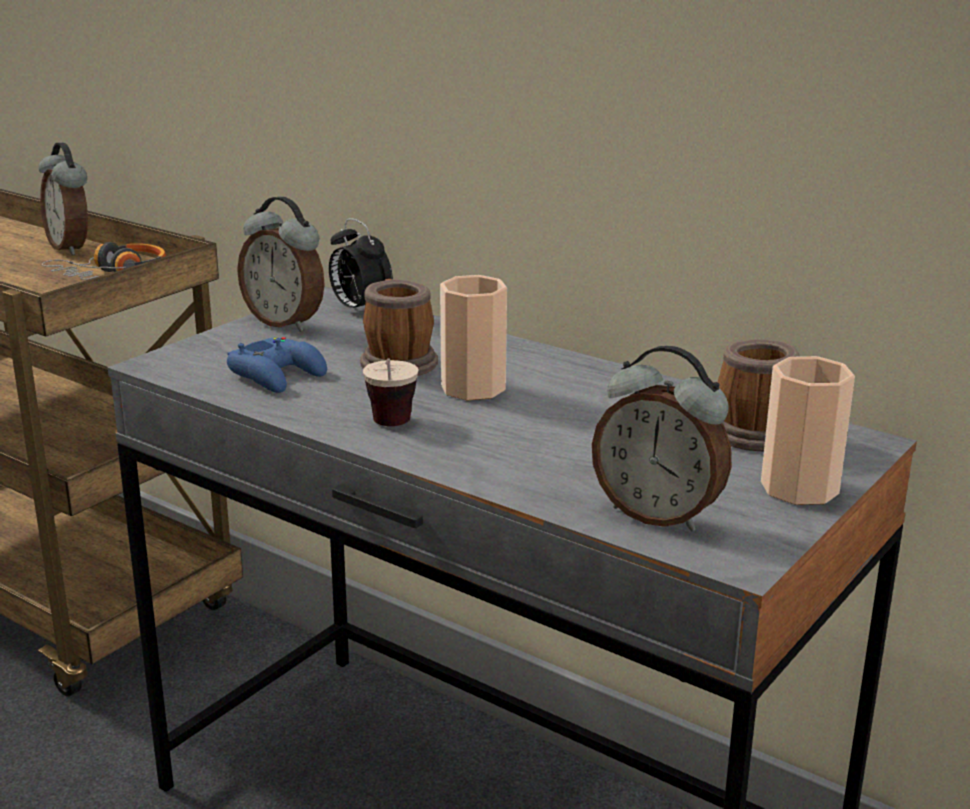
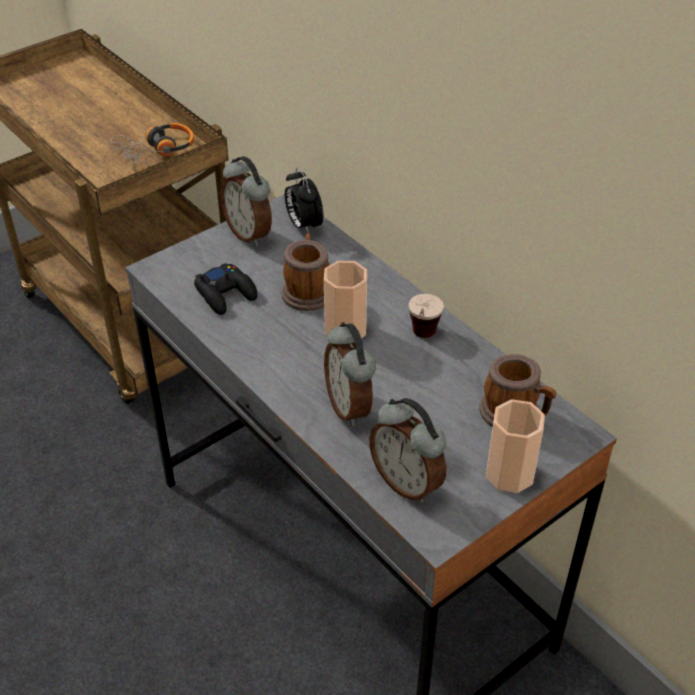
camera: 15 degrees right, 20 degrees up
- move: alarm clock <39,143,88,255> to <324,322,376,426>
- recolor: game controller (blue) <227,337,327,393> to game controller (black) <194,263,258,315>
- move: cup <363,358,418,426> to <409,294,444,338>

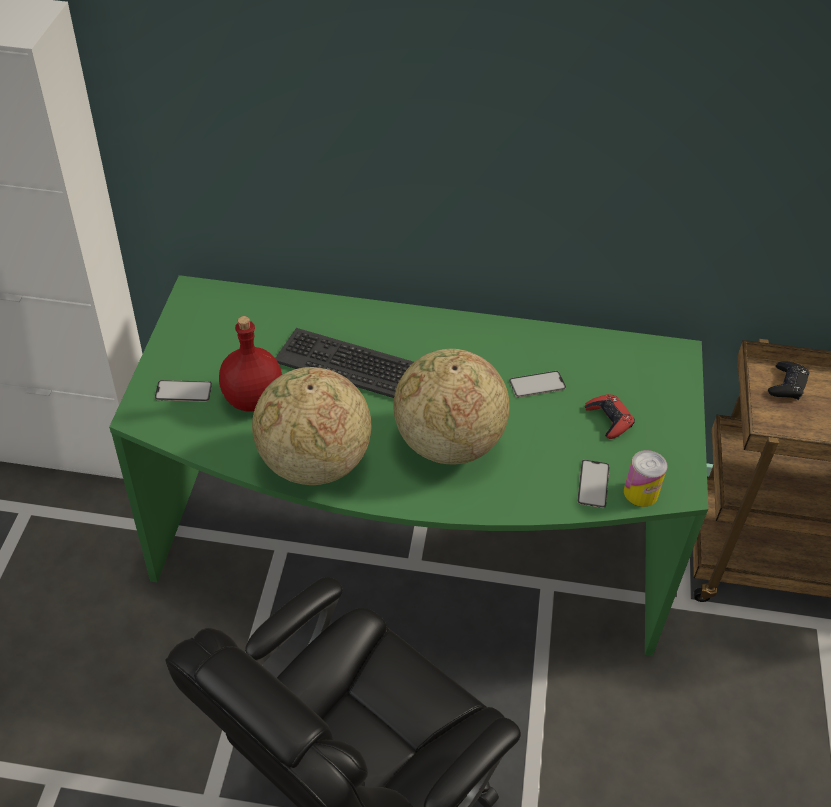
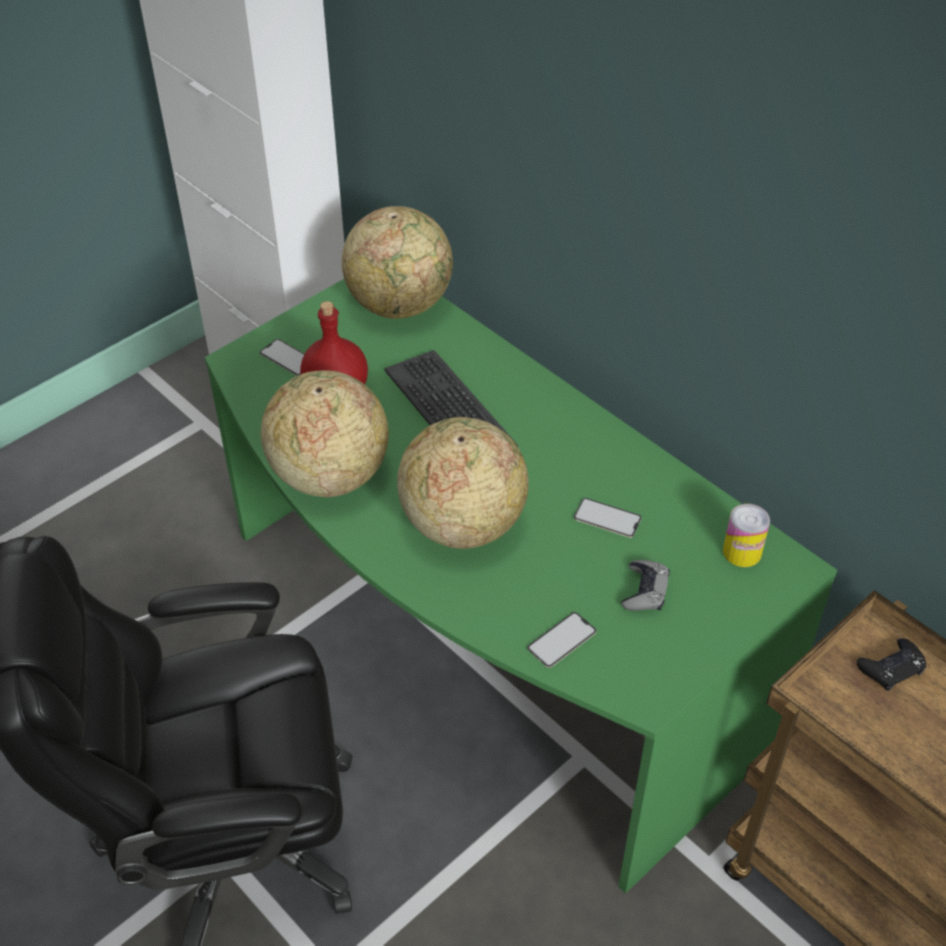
camera: 40 degrees right, 0 degrees up
- recolor: game controller (red) <585,394,635,439> to game controller (grey) <621,560,670,611>
- move: can <624,450,667,507> to <723,504,770,567>
- insert: globe <342,206,453,319>

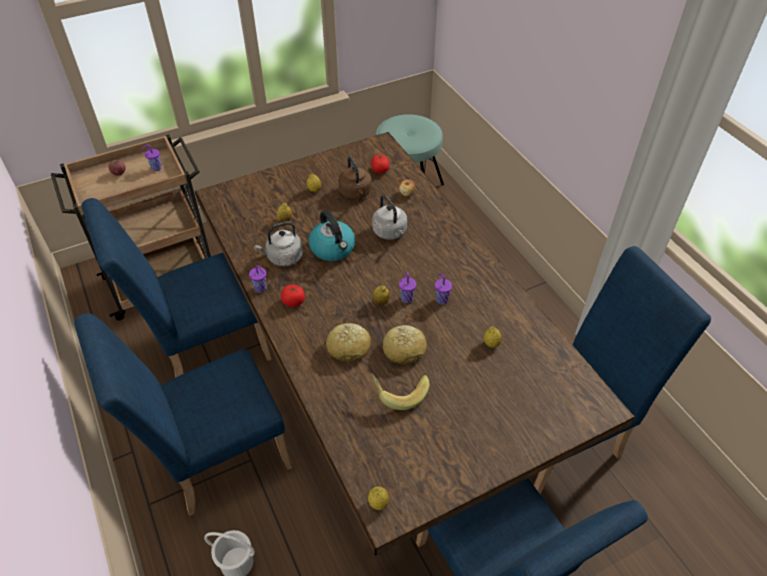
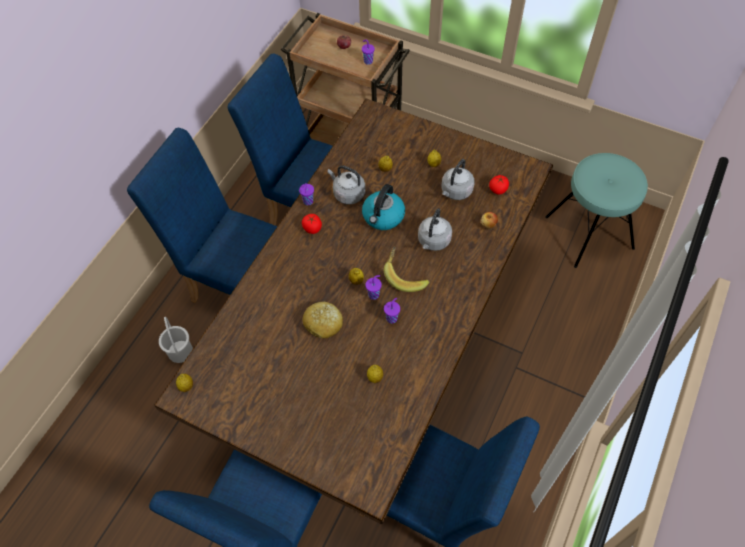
camera: 55 degrees right, 10 degrees up
- delete: bread <326,323,371,362>
- recolor: kettle (brown) <338,156,372,199> to kettle (grey) <441,159,475,200>
- move: banana <370,373,430,410> to <384,247,429,292>

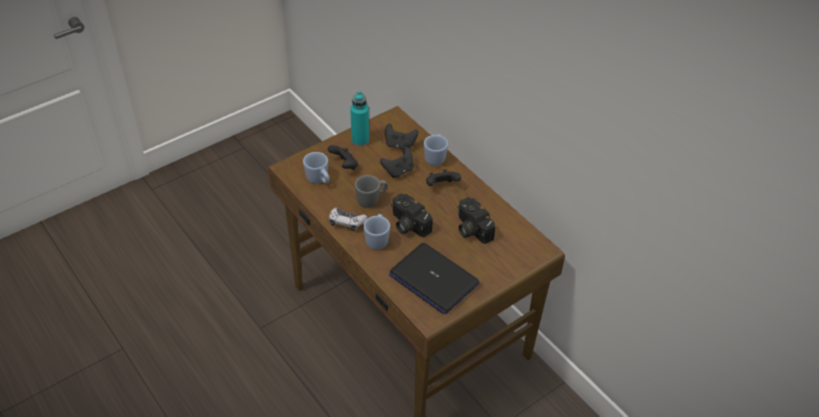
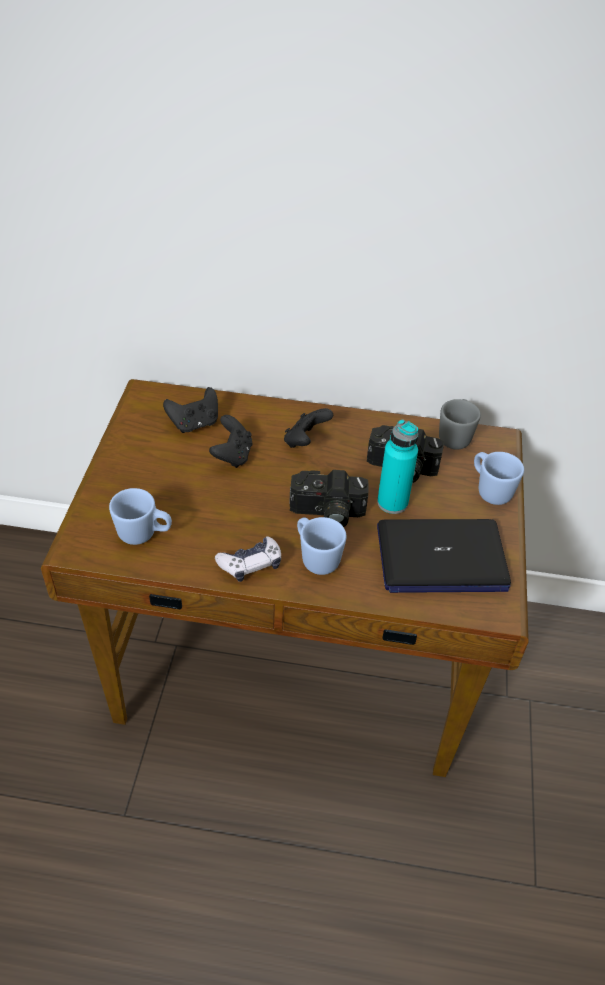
camera: 45 degrees left, 0 degrees up
- delete: game controller (black) <327,145,358,170>
- move: bottle (turquoise) <350,91,369,146> to <377,419,418,514>
- move: mug (grey) <355,175,388,208> to <439,399,481,449>
- move: mug (blue) <424,134,448,166> to <474,452,524,505>

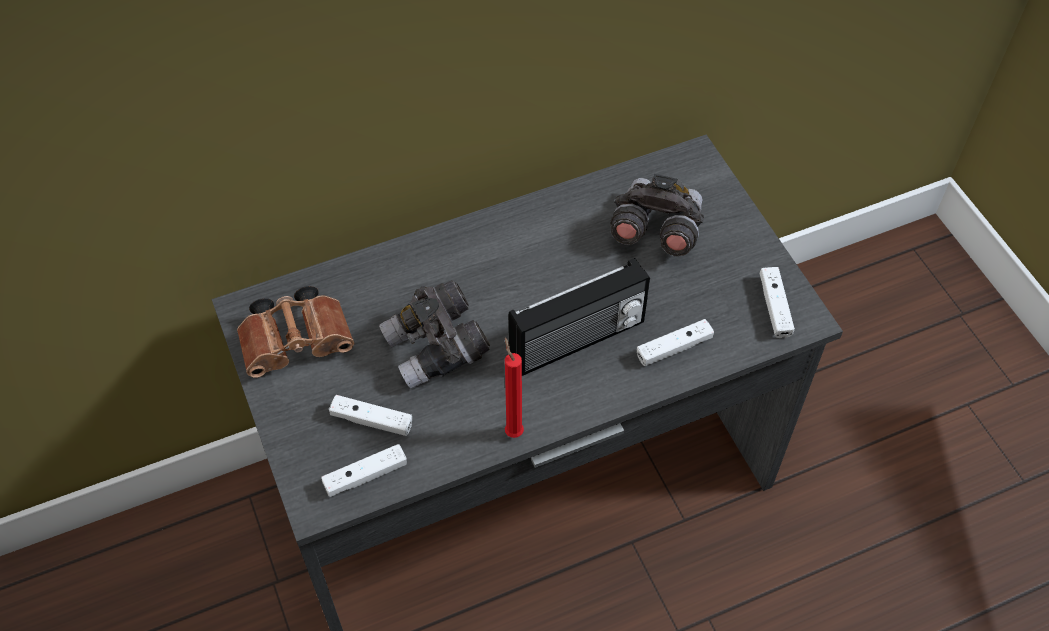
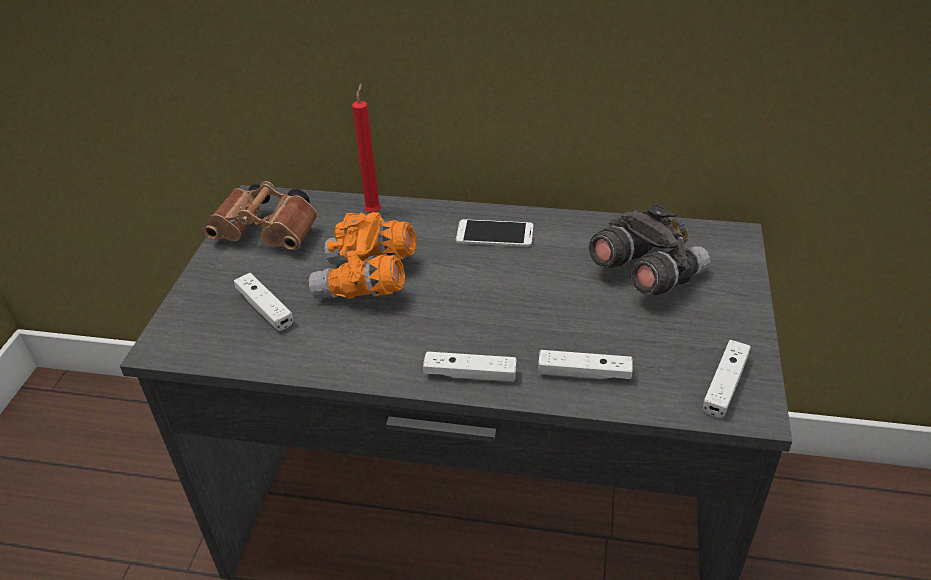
camera: 35 degrees right, 15 degrees down
- move: game controller (white) <321,444,407,497> to <423,352,517,382>
- recolor: binoculars (grey) <379,280,490,389> to binoculars (orange) <309,212,416,299>
- move: candle (red) <505,337,524,438> to <352,83,381,213>
- delete: radio <509,258,650,376>
- insert: phone <456,219,534,247>

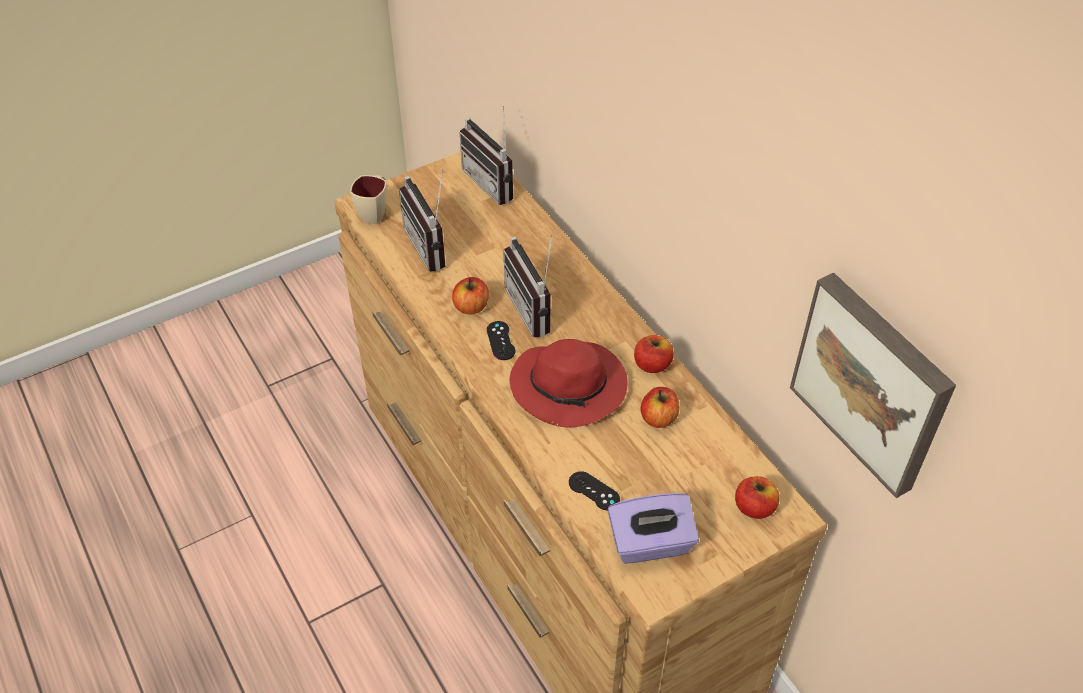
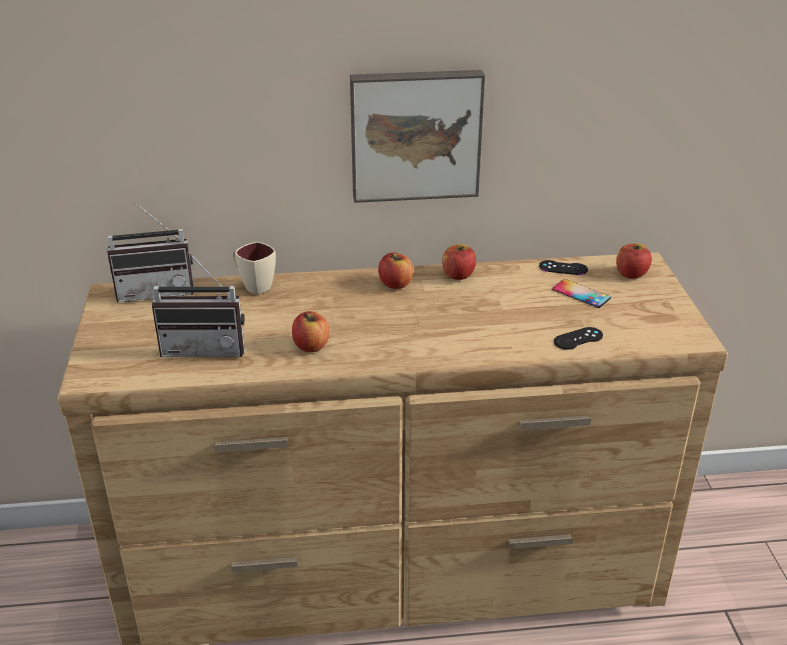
camera: 65 degrees left, 15 degrees down
- move: mug (beige) <350,175,387,224> to <233,242,276,295>
- move: game controller (black) <487,321,515,360> to <539,260,588,275>
- delete: radio <503,232,553,337>
- delete: hat (red) <510,339,628,427>
- delete: tissue box (purple) <607,493,699,564>
- move: apple <641,387,679,428> to <378,252,413,289>
- move: picture <790,273,956,498> to <350,70,485,203>
- insert: phone <552,279,611,308>

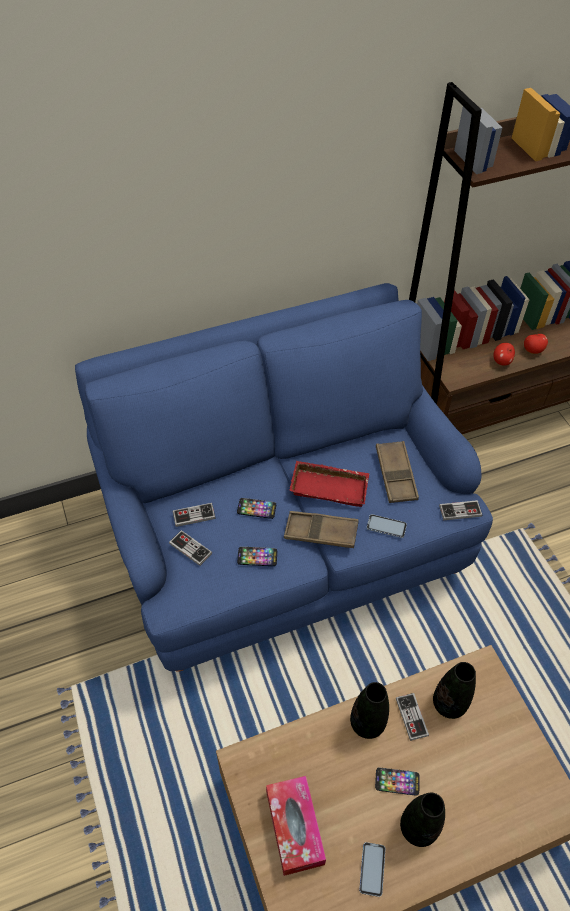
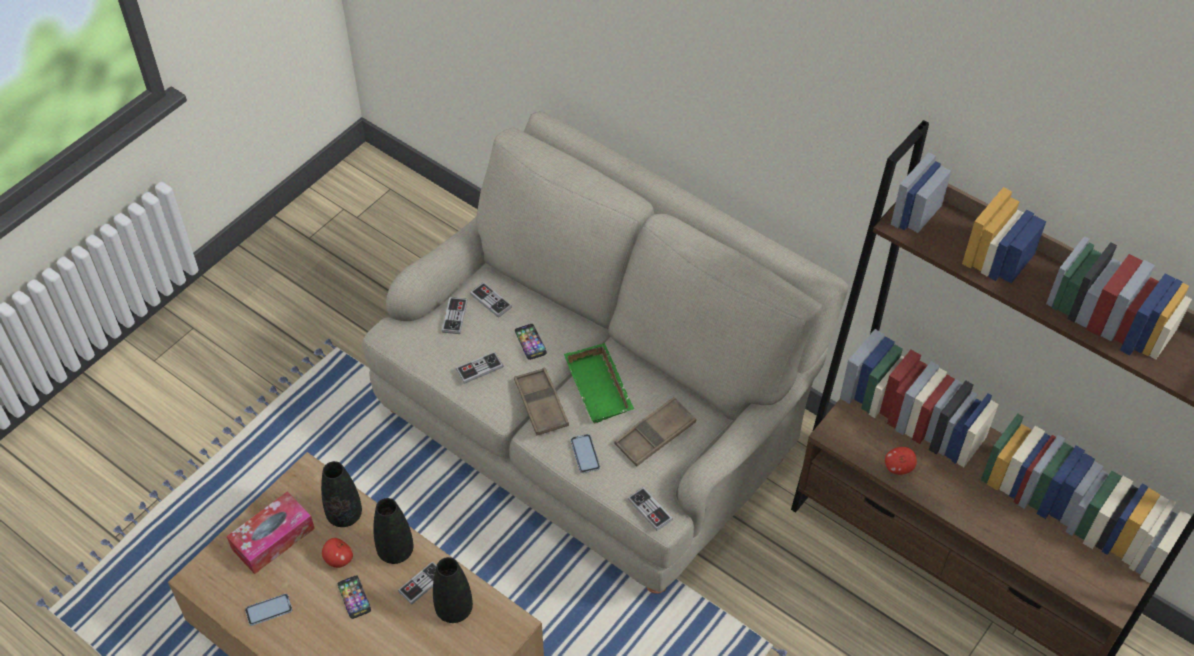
camera: 60 degrees right, 0 degrees up
- recolor: sofa (blue) <75,283,493,672> to sofa (beige) <363,111,848,594>
- replace: phone <237,547,277,566> to game controller <456,352,503,384>
- recolor: tray (red) <289,461,369,507> to tray (green) <564,343,634,424>
- move: vase (black) <400,792,445,847> to <321,461,362,527>
- move: apple <524,331,548,354> to <322,538,353,568>

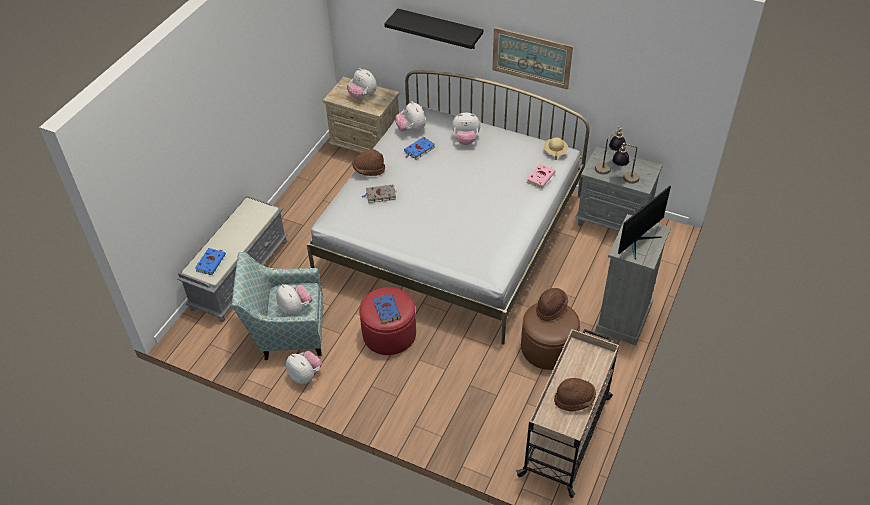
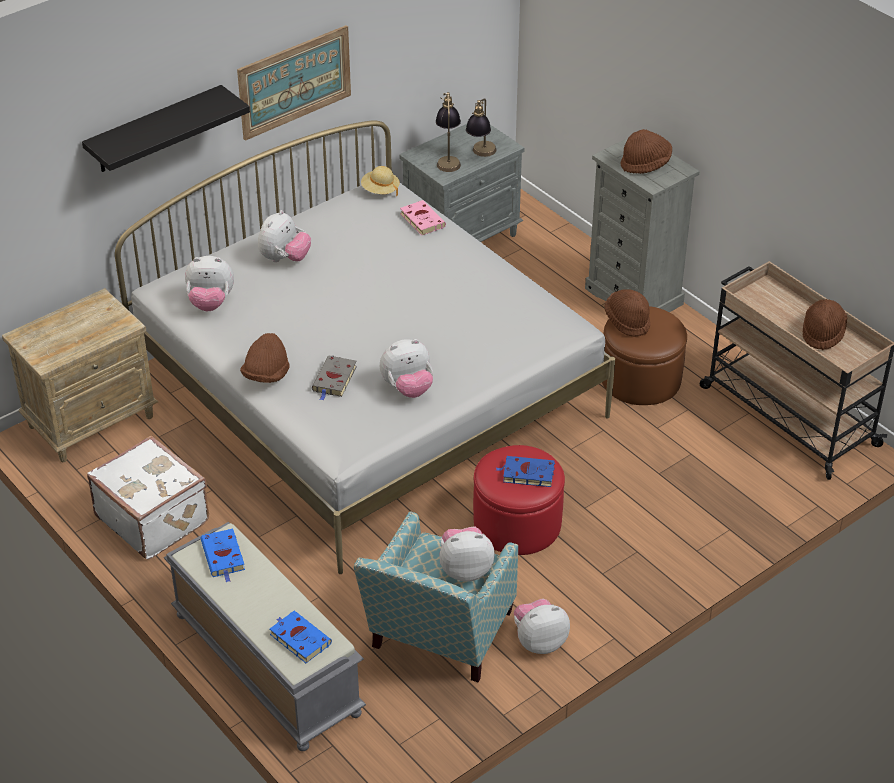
camera: 65 degrees left, 5 degrees down
- move: plush toy <347,68,377,99> to <380,339,433,398>
- move: book (blue) <404,137,435,160> to <200,529,245,583>
- replace: monitor <618,186,671,259> to hat (brown) <621,129,672,174>
- insert: suitcase (white) <87,435,209,560>

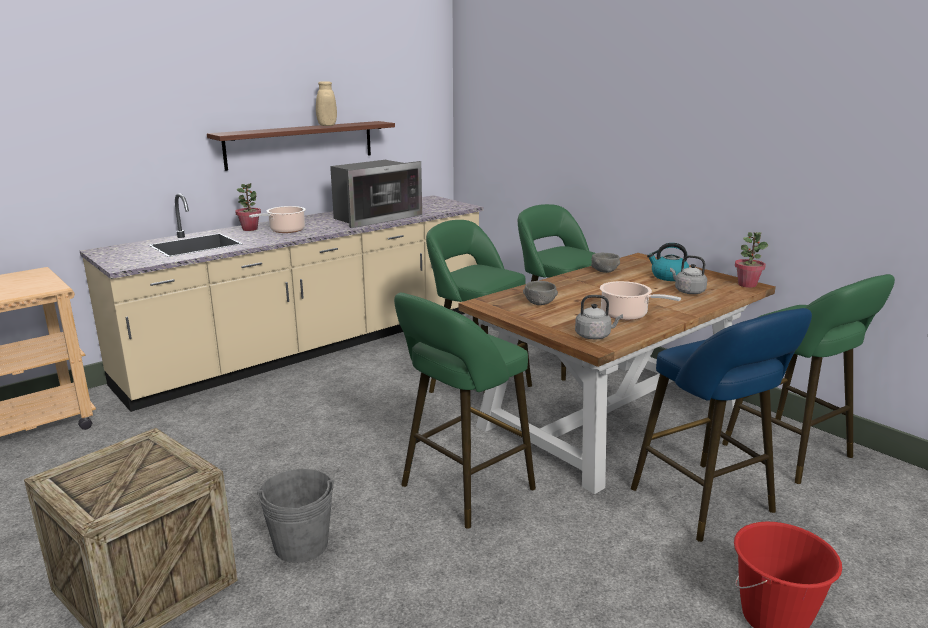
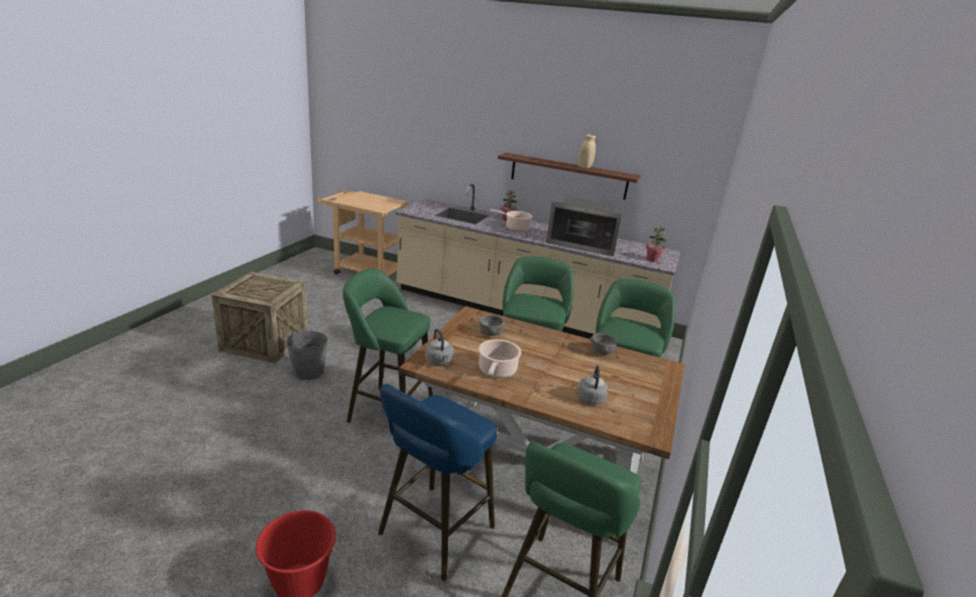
camera: 60 degrees right, 5 degrees up
- delete: kettle <647,243,689,281>
- move: potted plant <735,232,768,288> to <646,226,667,262>

